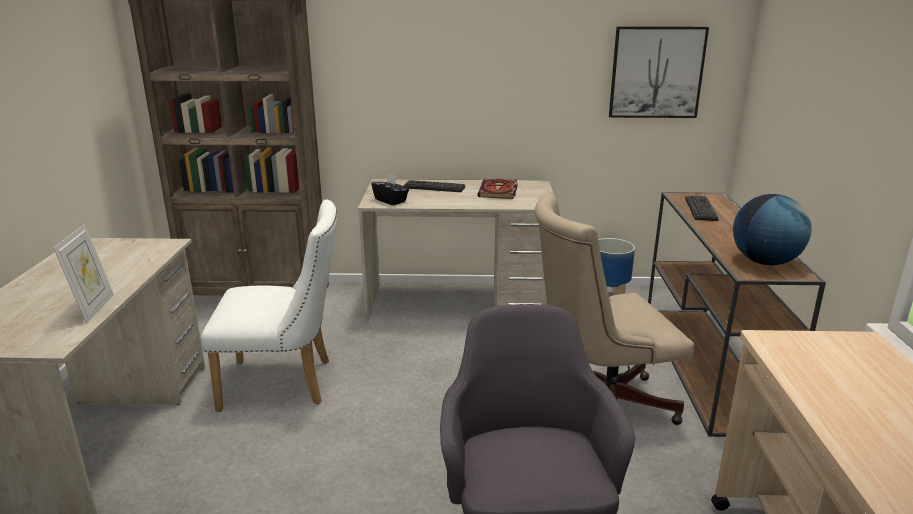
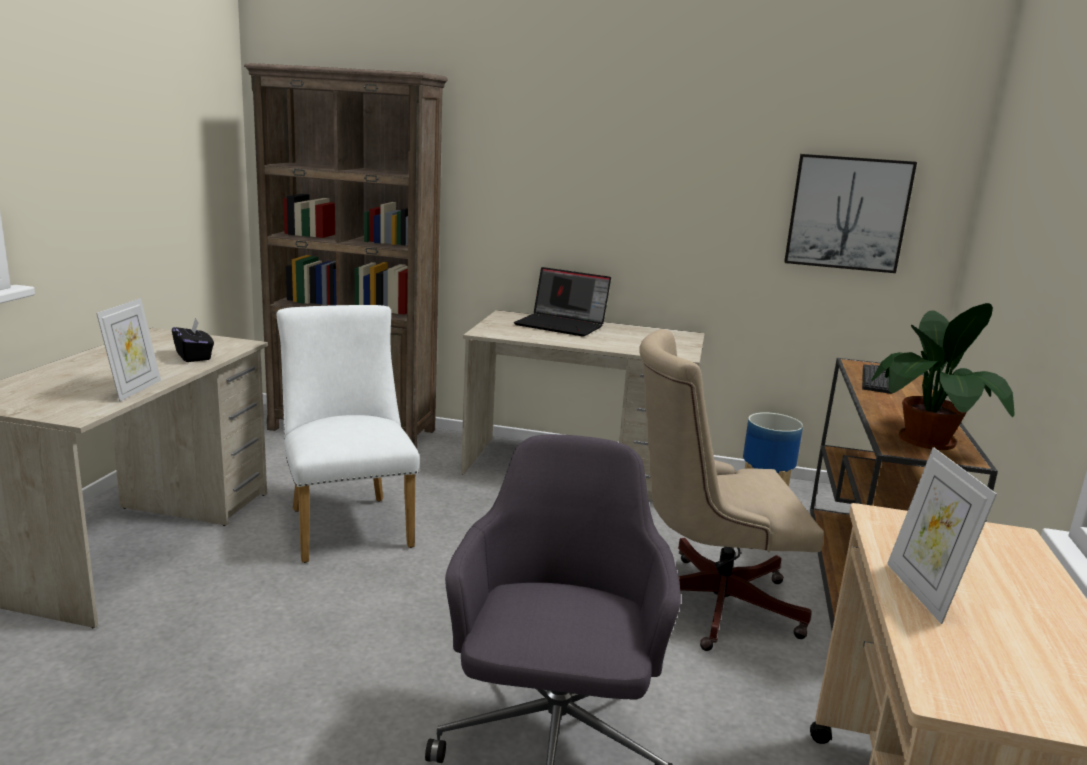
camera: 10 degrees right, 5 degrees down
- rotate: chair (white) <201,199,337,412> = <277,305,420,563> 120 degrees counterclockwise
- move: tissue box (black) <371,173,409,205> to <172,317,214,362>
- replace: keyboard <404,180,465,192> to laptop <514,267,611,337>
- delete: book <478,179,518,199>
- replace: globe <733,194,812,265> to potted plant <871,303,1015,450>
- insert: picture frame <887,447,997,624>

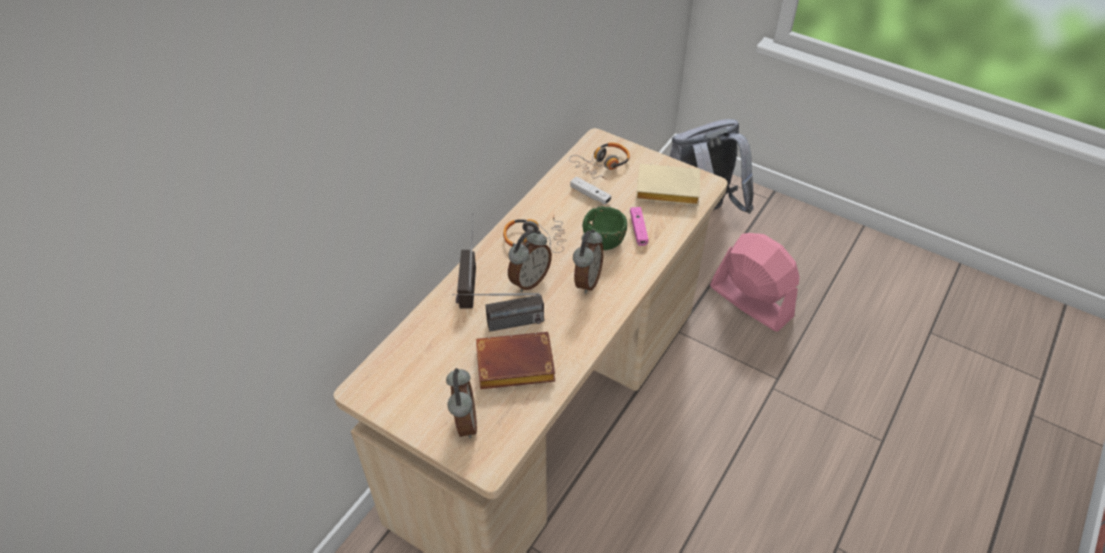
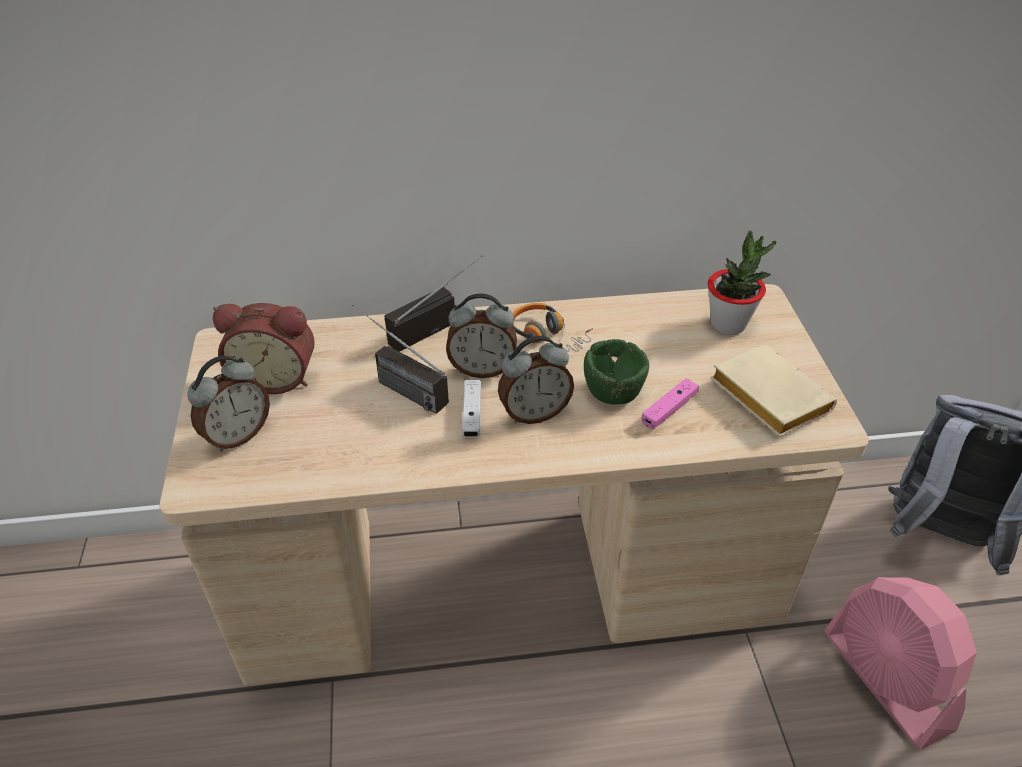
camera: 50 degrees right, 5 degrees down
- delete: book (brown) <476,332,555,389>
- replace: headphones <569,142,630,179> to potted plant <708,230,776,335>
- move: game controller (white) <570,176,611,204> to <462,380,481,437>
- rotate: fan (pink) <710,233,799,331> = <824,577,977,750> 150 degrees clockwise
- insert: alarm clock <213,303,315,394>

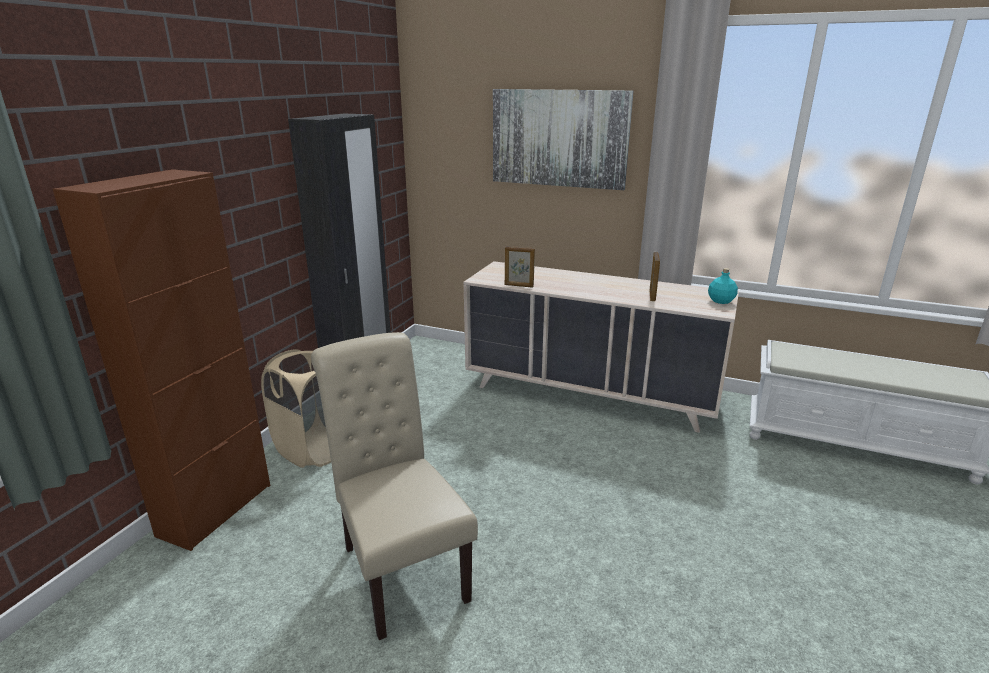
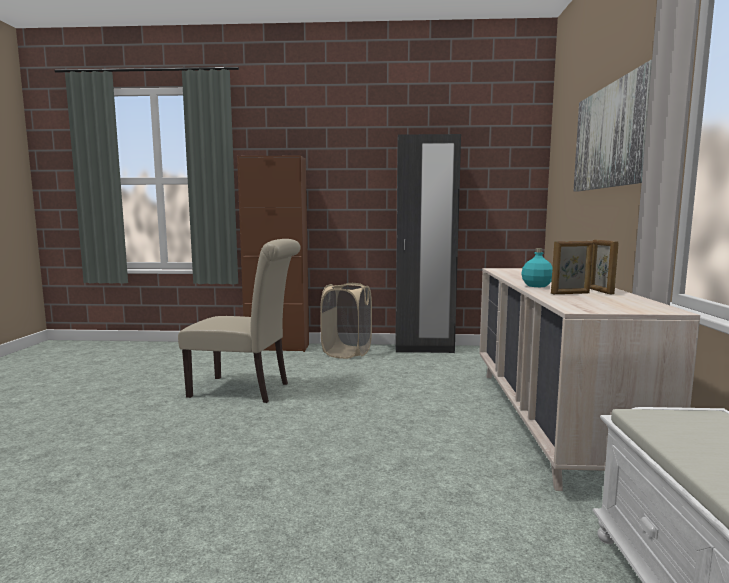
camera: 70 degrees right, 15 degrees down
- rotate: chair (beige) <311,332,478,640> = <178,239,300,403> 60 degrees clockwise
- move: picture frame <505,246,535,288> to <590,240,619,294>
- move: bottle (turquoise) <708,268,738,304> to <521,248,553,287>

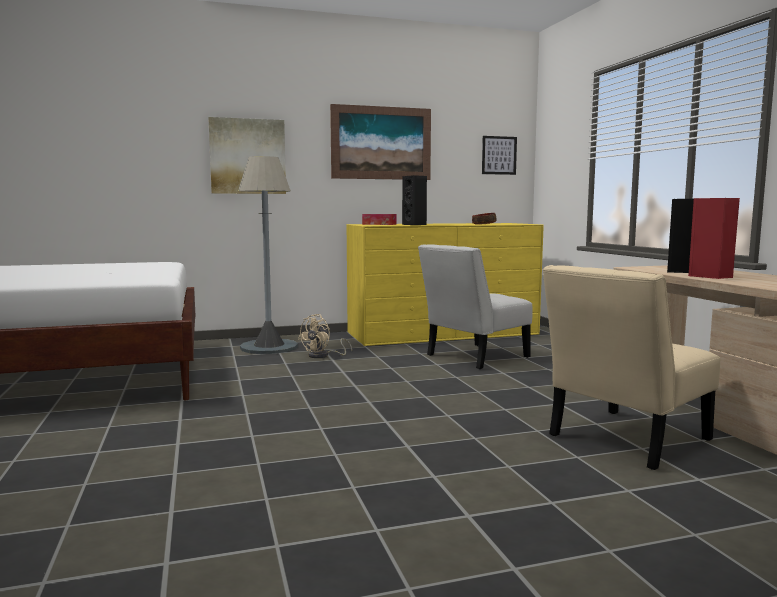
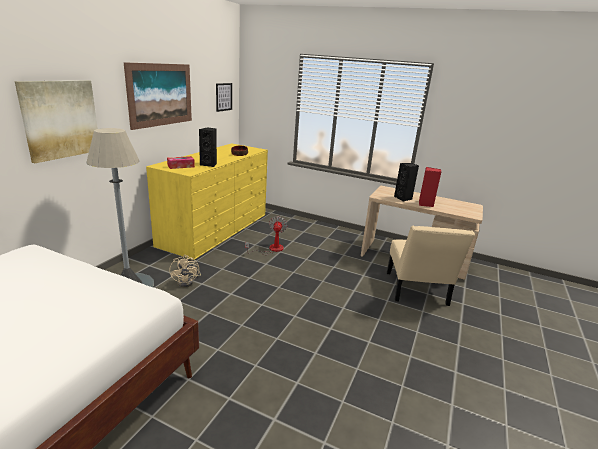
camera: 50 degrees left, 15 degrees up
- replace: chair (white) <418,244,533,369> to fan <245,216,287,255>

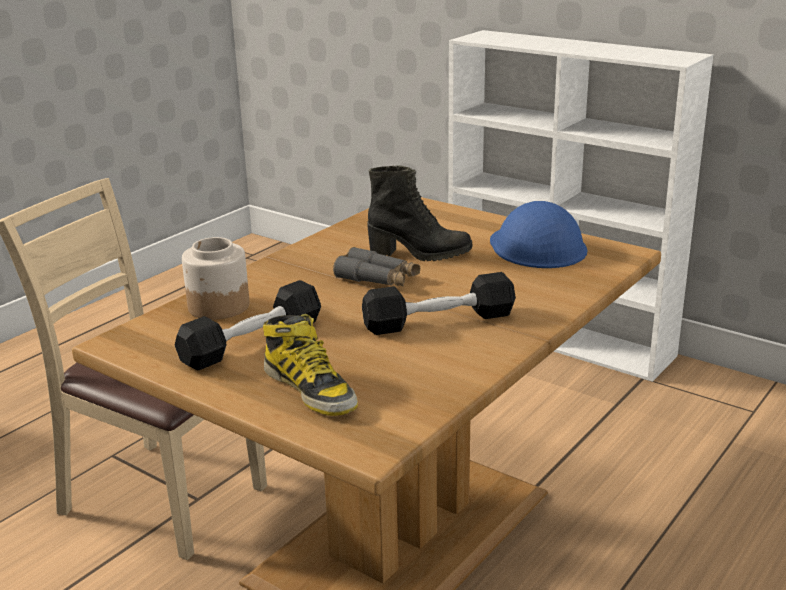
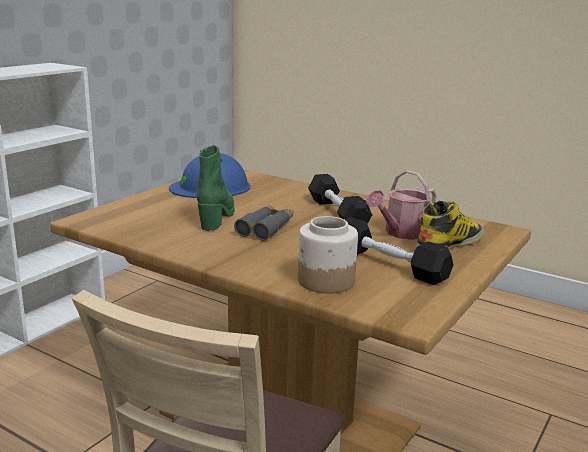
camera: 95 degrees left, 5 degrees down
- recolor: boot (black) <367,165,473,261> to boot (green) <197,145,234,231>
- insert: watering can <366,170,437,240>

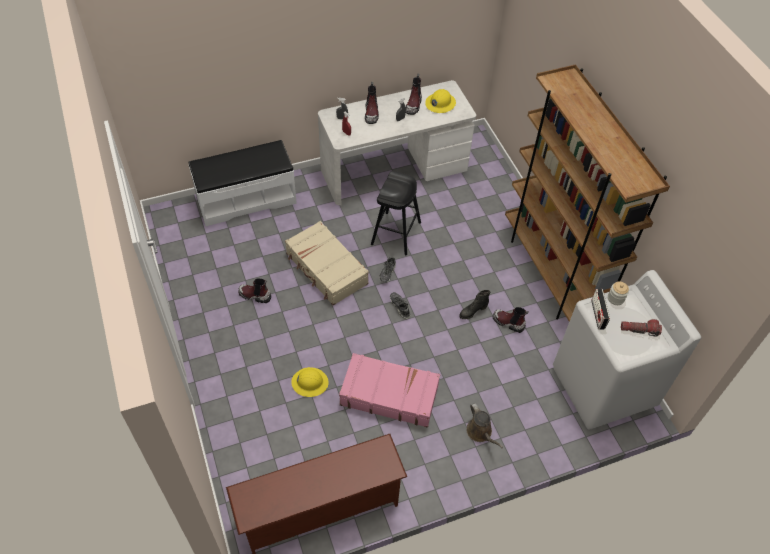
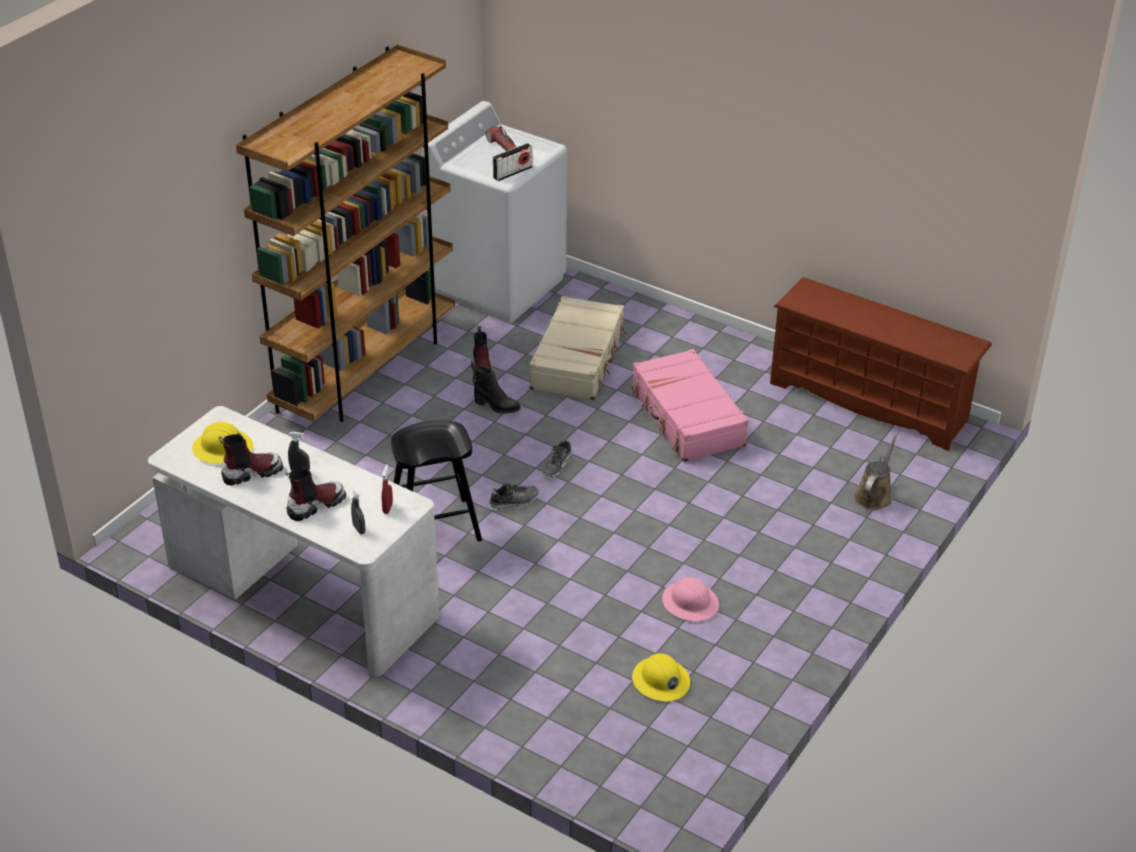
camera: 125 degrees left, 15 degrees down
- delete: bench (white) <188,140,297,226>
- replace: boot <238,279,271,303> to hard hat (pink) <662,577,719,621>
- move: suitcase (beige) <285,221,369,305> to <530,296,626,400>
- move: hard hat (yellow) <291,367,329,397> to <632,653,690,701>
- move: watering can (brown) <467,403,503,448> to <854,432,898,510>
- delete: jar <608,282,629,305>

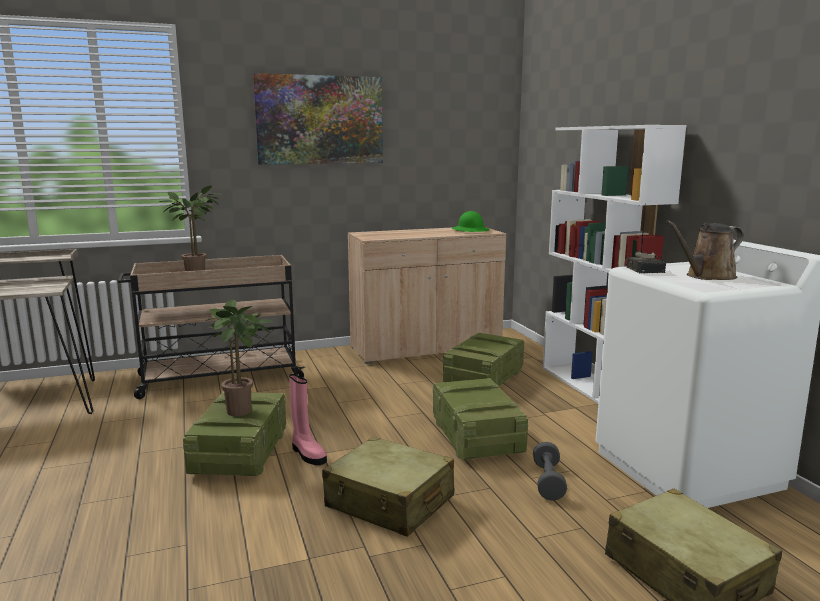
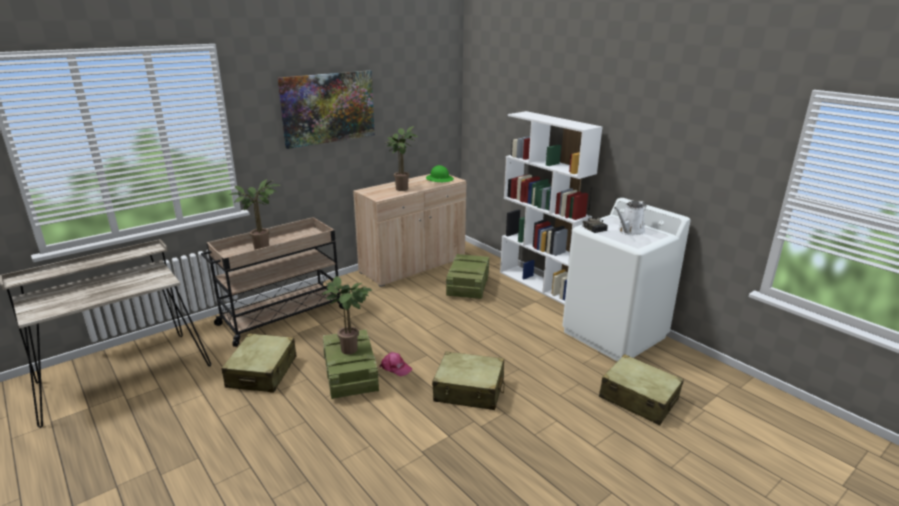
camera: 20 degrees left, 10 degrees up
- replace: boot (pink) <289,374,327,465> to cap (pink) <380,352,412,376>
- delete: crate <433,378,528,460>
- delete: dumbbell (grey) <533,442,567,501>
- recolor: watering can (brown) <666,220,744,280> to watering can (white) <614,201,646,235>
- insert: suitcase (beige) <221,334,296,393>
- insert: potted plant <386,126,417,191>

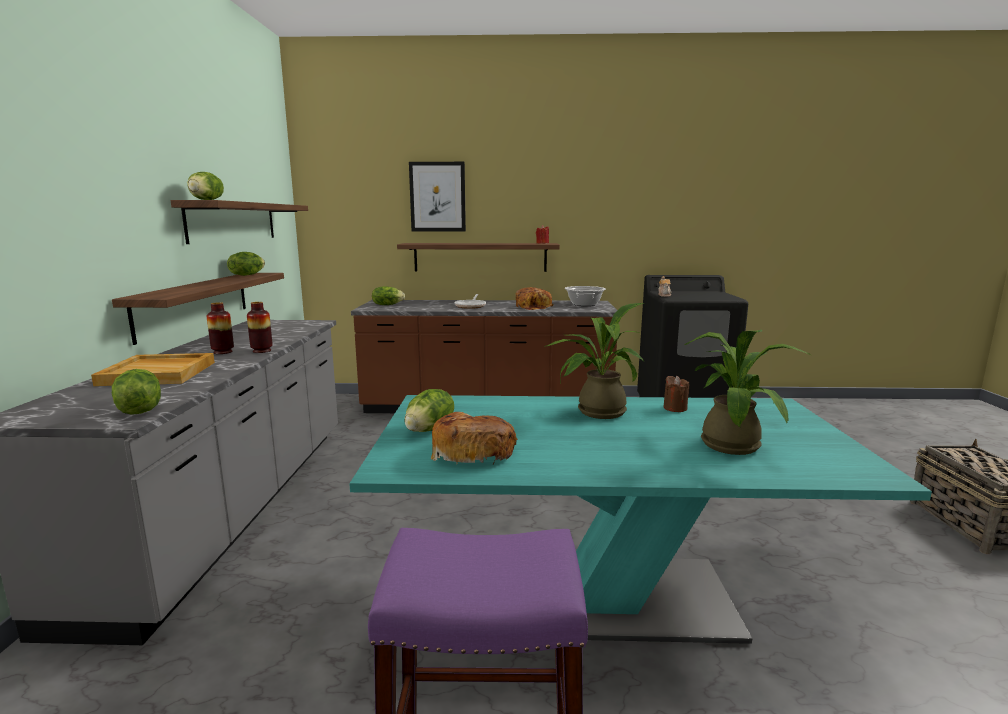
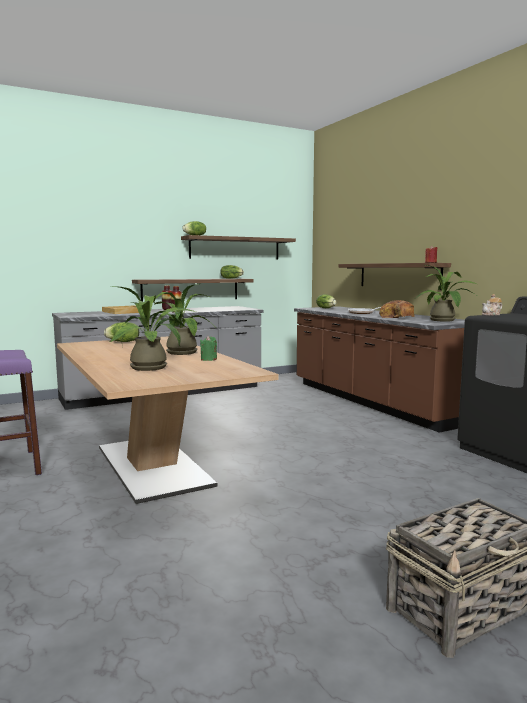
camera: 60 degrees right, 5 degrees down
- delete: lettuce <112,369,161,415>
- recolor: dining table (turquoise) <349,395,932,644> to dining table (beige) <57,336,279,504>
- delete: picture <409,162,466,232>
- delete: bread <431,412,518,466>
- replace: cooking pot <565,286,606,306> to potted plant <414,265,477,322>
- recolor: candle (brown) <664,376,689,412> to candle (green) <200,336,217,361>

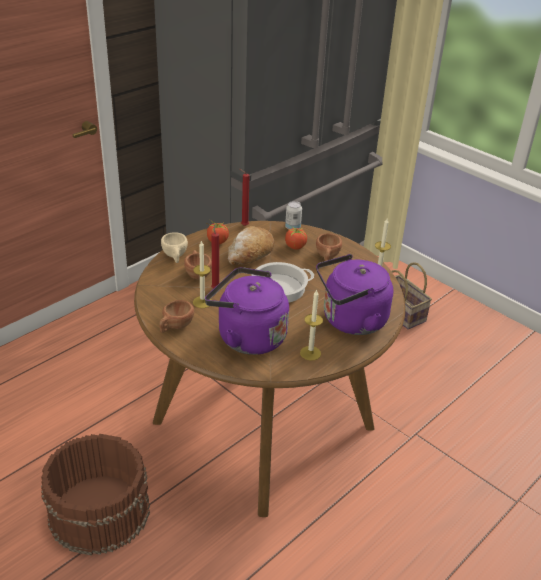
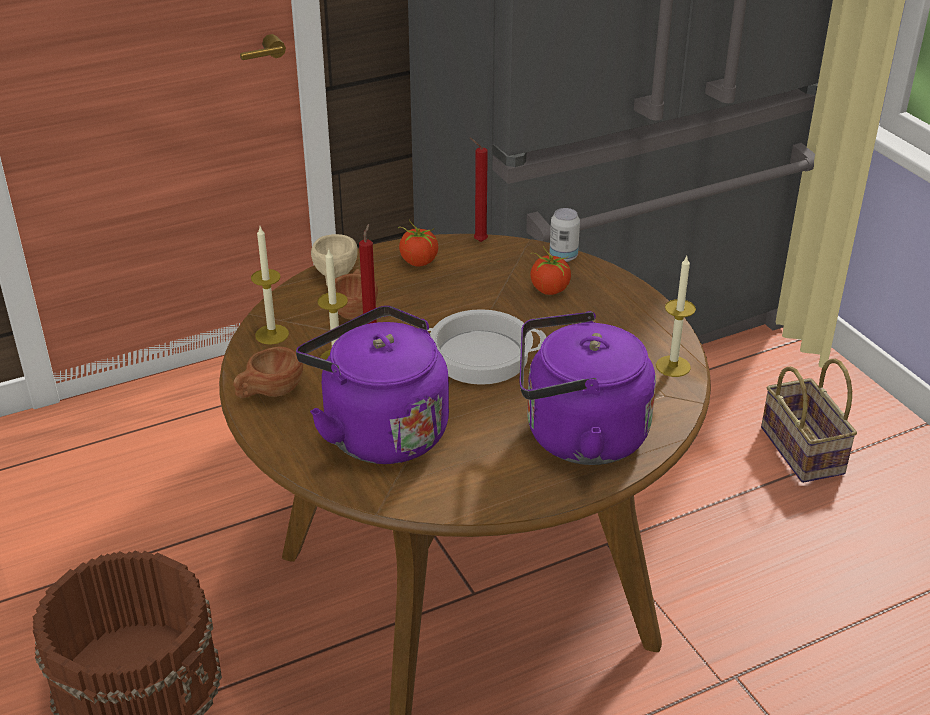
camera: 20 degrees right, 0 degrees up
- delete: bread <228,226,274,265>
- move: candle <300,290,323,360> to <251,227,289,345>
- delete: cup (brown) <316,233,342,261>

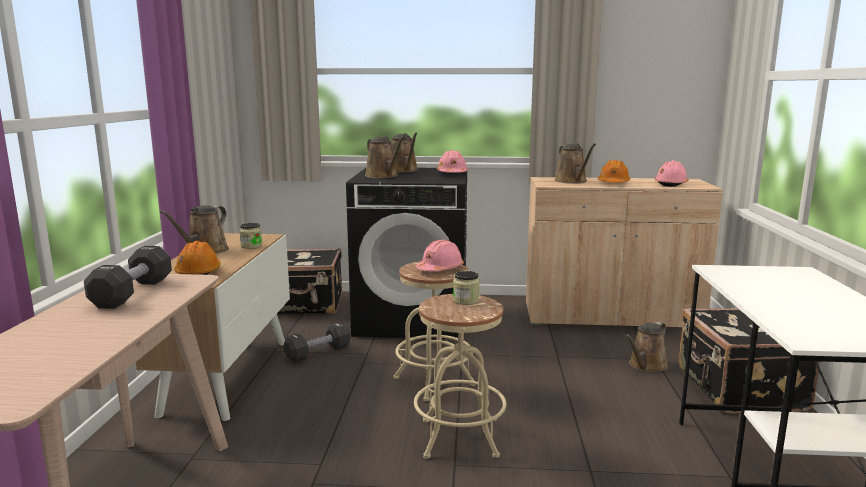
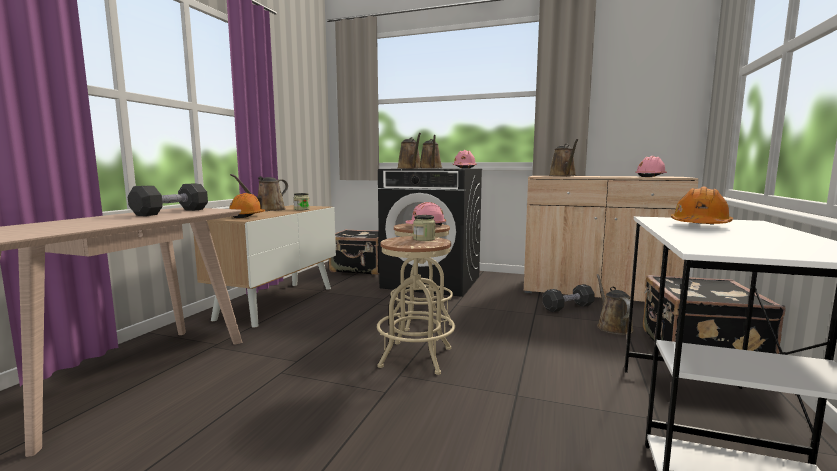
camera: 15 degrees right, 5 degrees down
- move: dumbbell (black) <283,322,350,363> to <543,284,595,312>
- move: hard hat (orange) <598,159,631,183> to <671,187,733,225>
- rotate: watering can (brown) <625,322,668,372> = <597,274,633,335> 120 degrees clockwise

